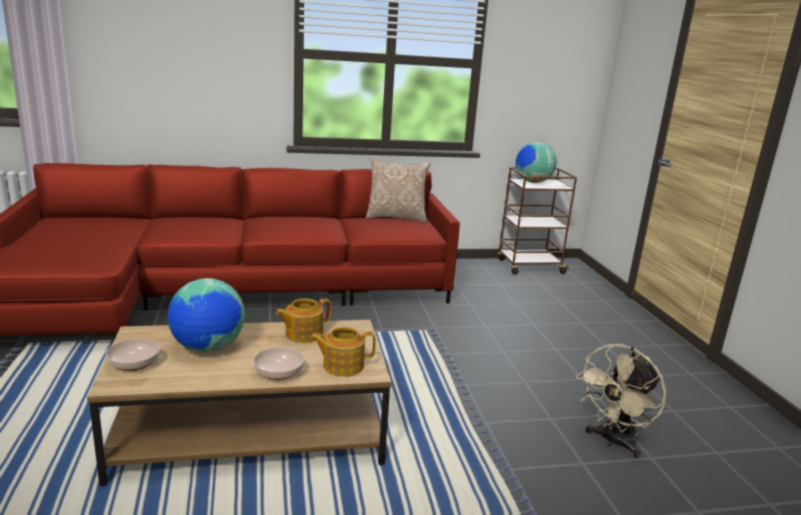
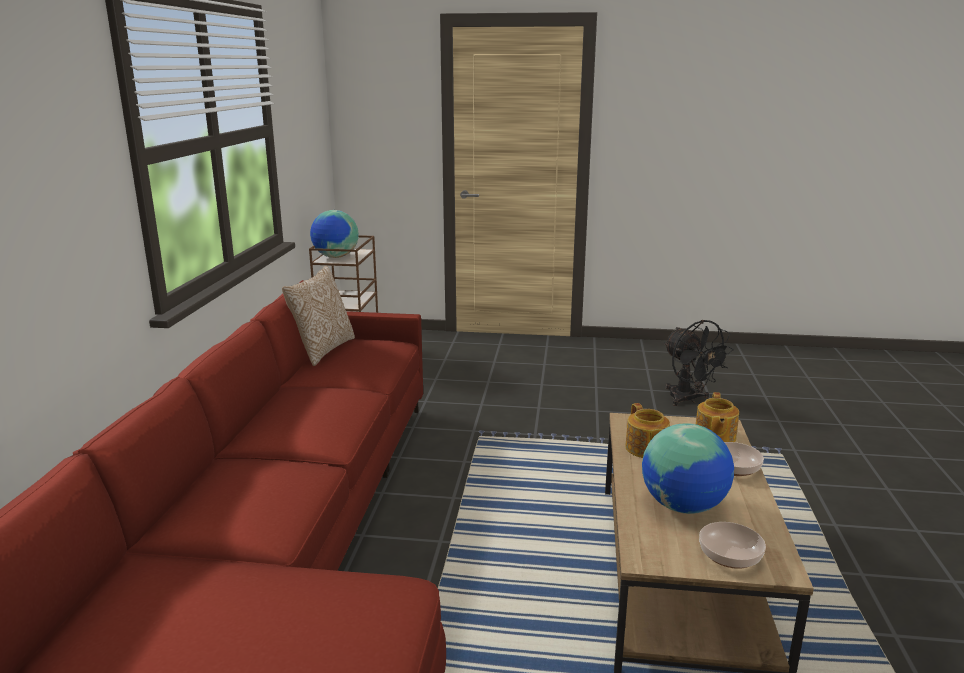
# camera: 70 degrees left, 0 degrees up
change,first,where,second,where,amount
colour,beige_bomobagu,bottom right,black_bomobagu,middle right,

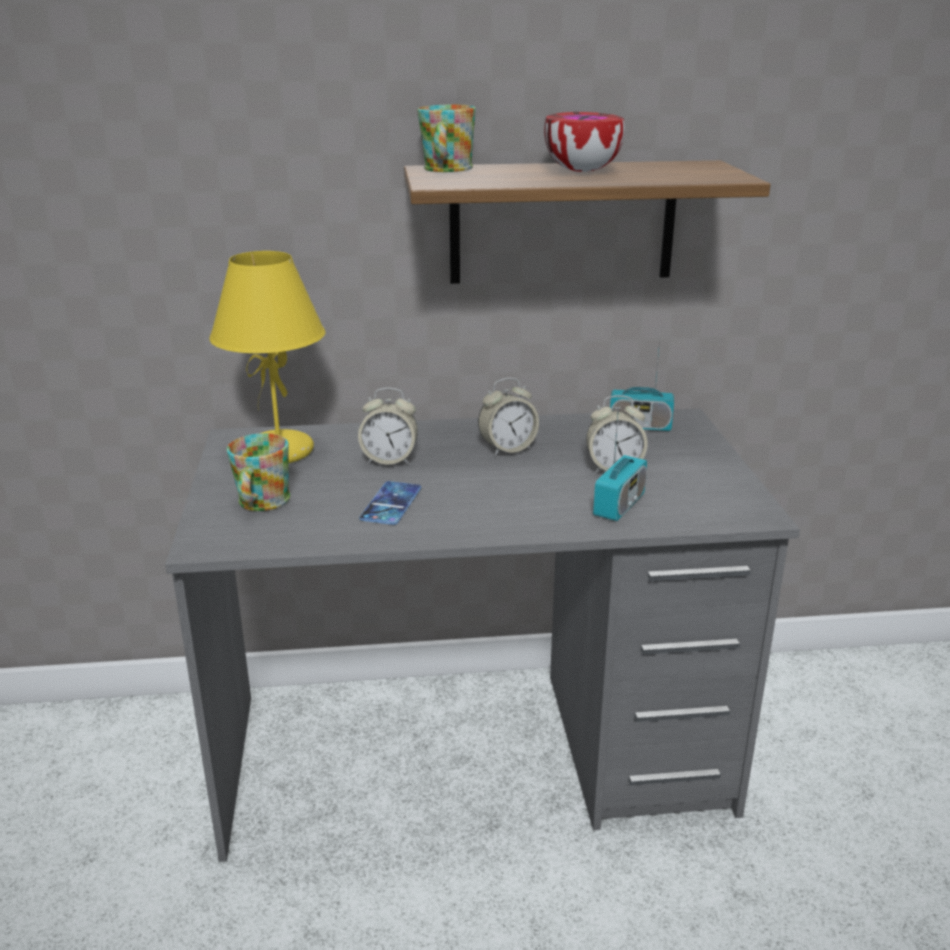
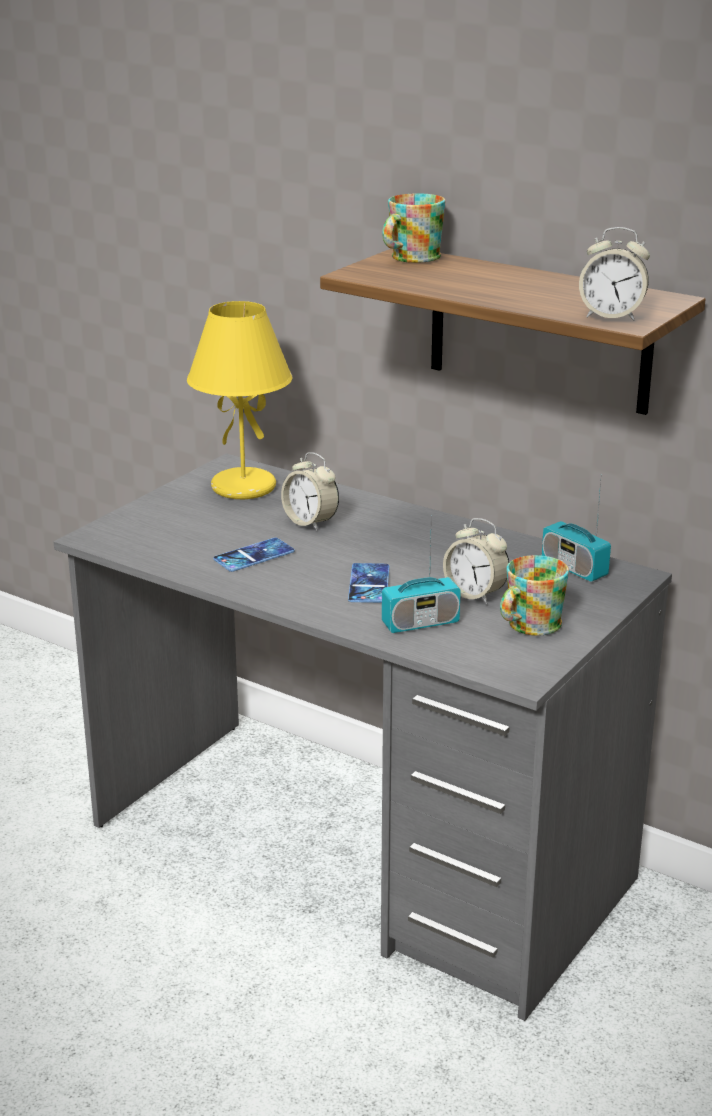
# camera: 40 degrees right, 0 degrees up
change,first,where,second,where,amount
missing,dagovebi,top centre,,,
appeared,,,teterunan (no. 2 from left),centre,
relocated,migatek (no. 1 from left in the first image),middle left,migatek (no. 2 from left),middle right,
relocated,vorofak (no. 2 from left in the first image),centre,vorofak (no. 3 from left),top right,

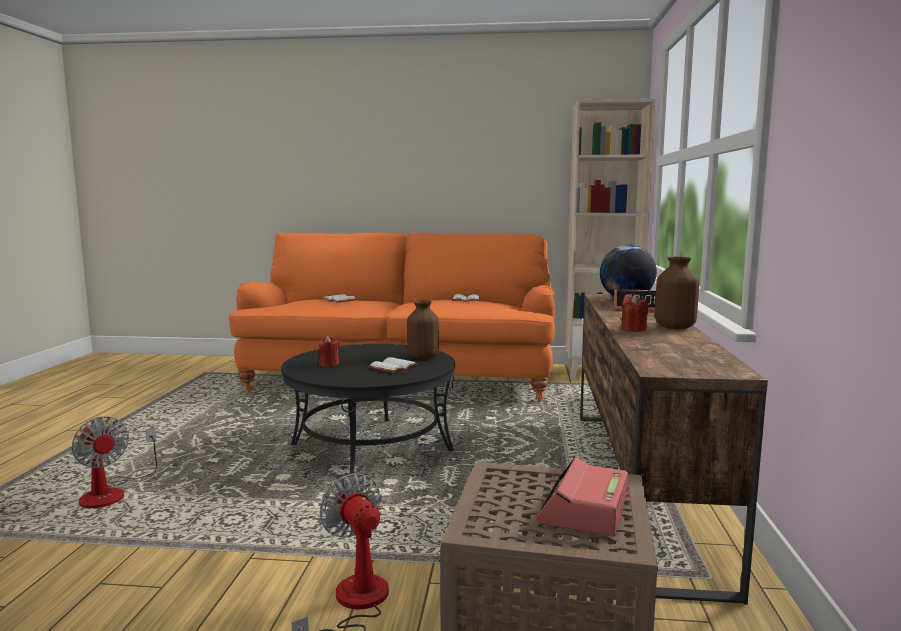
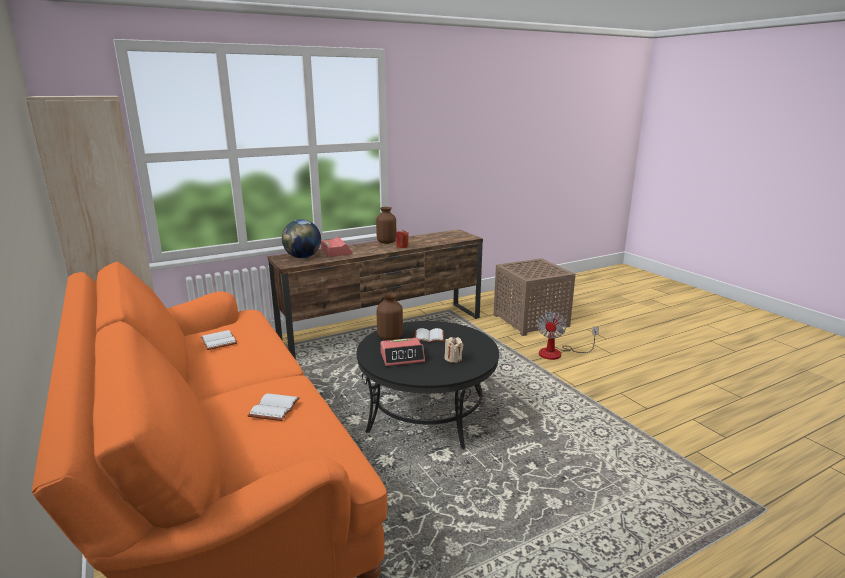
# camera: 125 degrees left, 10 degrees up
change,first,where,second,where,amount
missing,bomobagu (no. 1 from left),bottom left,,,
relocated,vorofak (no. 1 from left in the first image),bottom centre,vorofak (no. 2 from left),centre,
colour,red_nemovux (no. 1 from left),centre,beige_nemovux,centre,

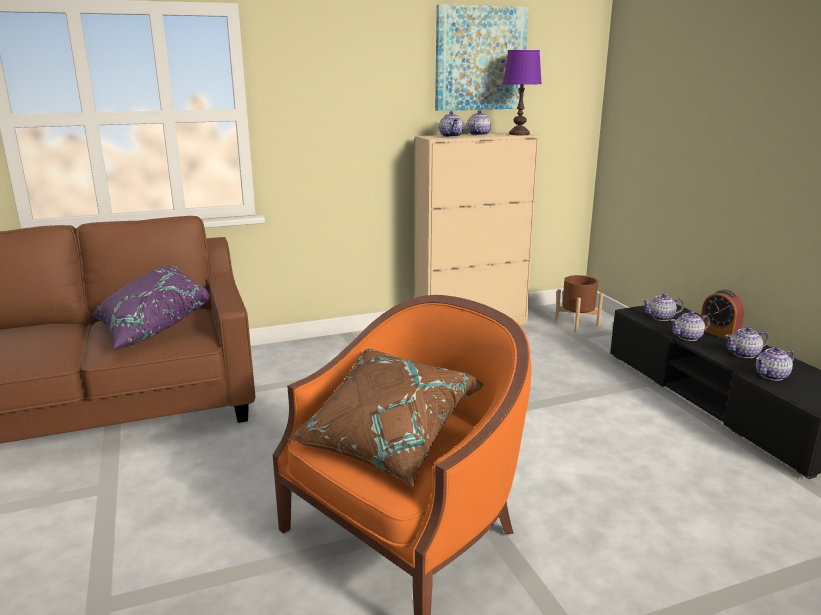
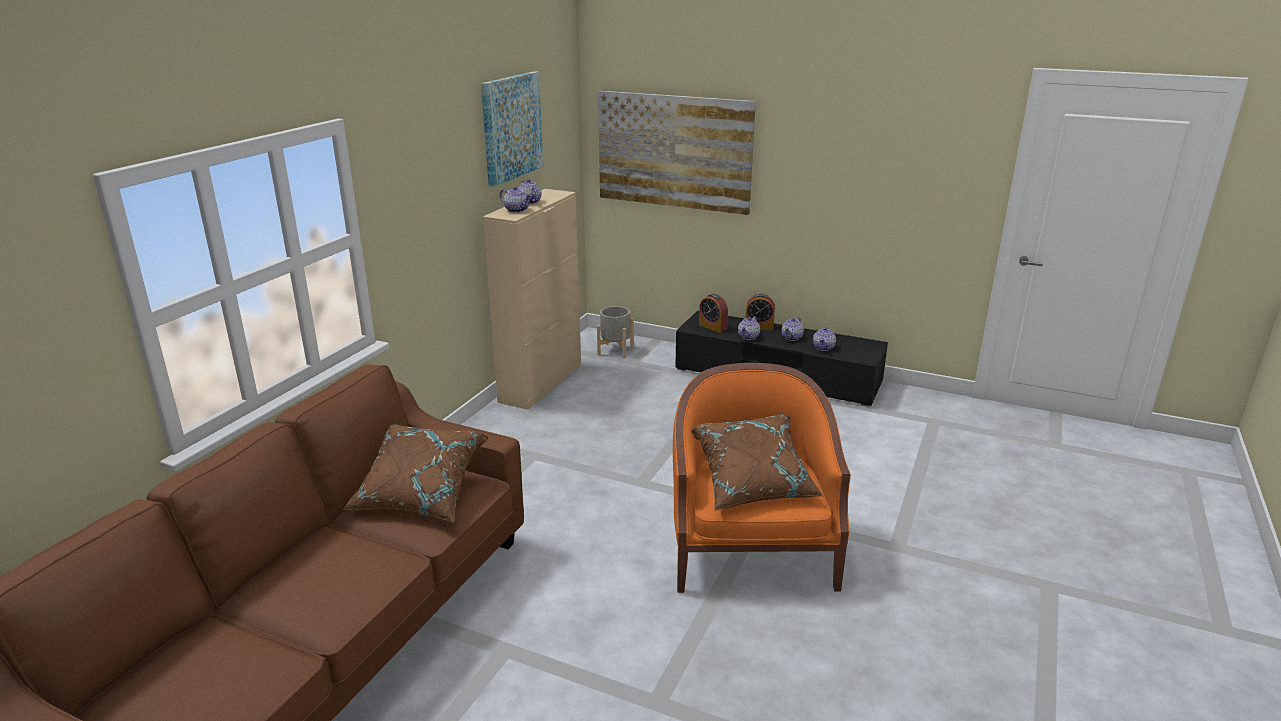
# camera: 45 degrees left, 5 degrees up
change,first,where,second,where,amount
missing,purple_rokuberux,top centre,,,
appeared,,,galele (no. 2 from left),top centre,
exchanged,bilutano (no. 3 from left),middle right,vorofak (no. 1 from left),centre,
colour,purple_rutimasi,middle left,brown_rutimasi (no. 1 from left),middle left,
colour,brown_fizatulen,middle right,grey_fizatulen,centre,

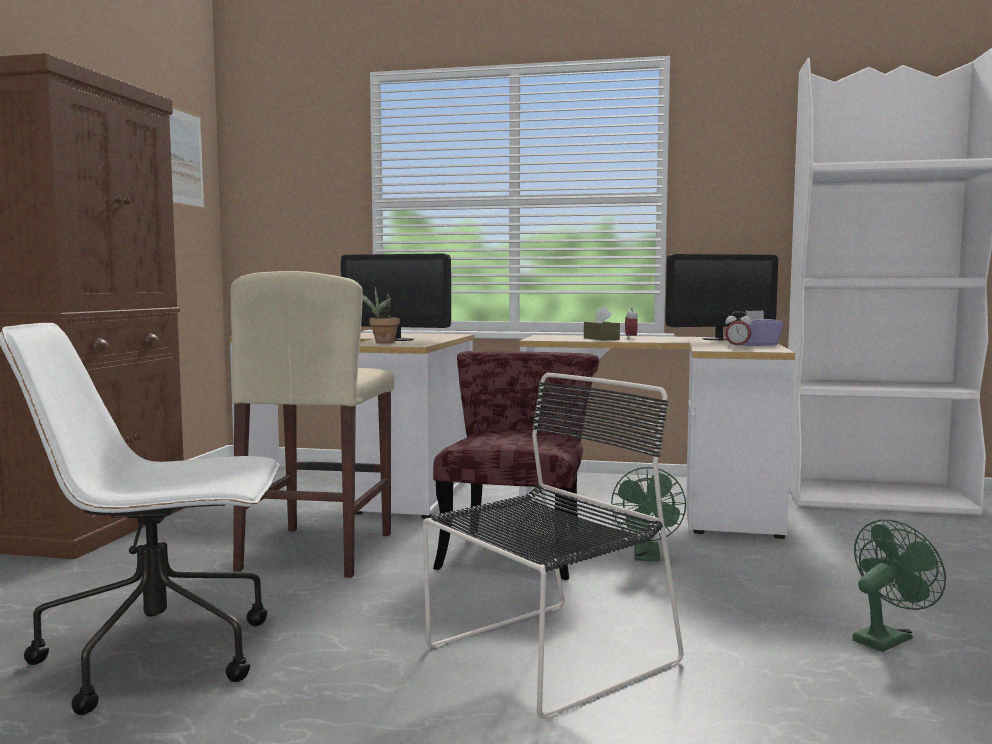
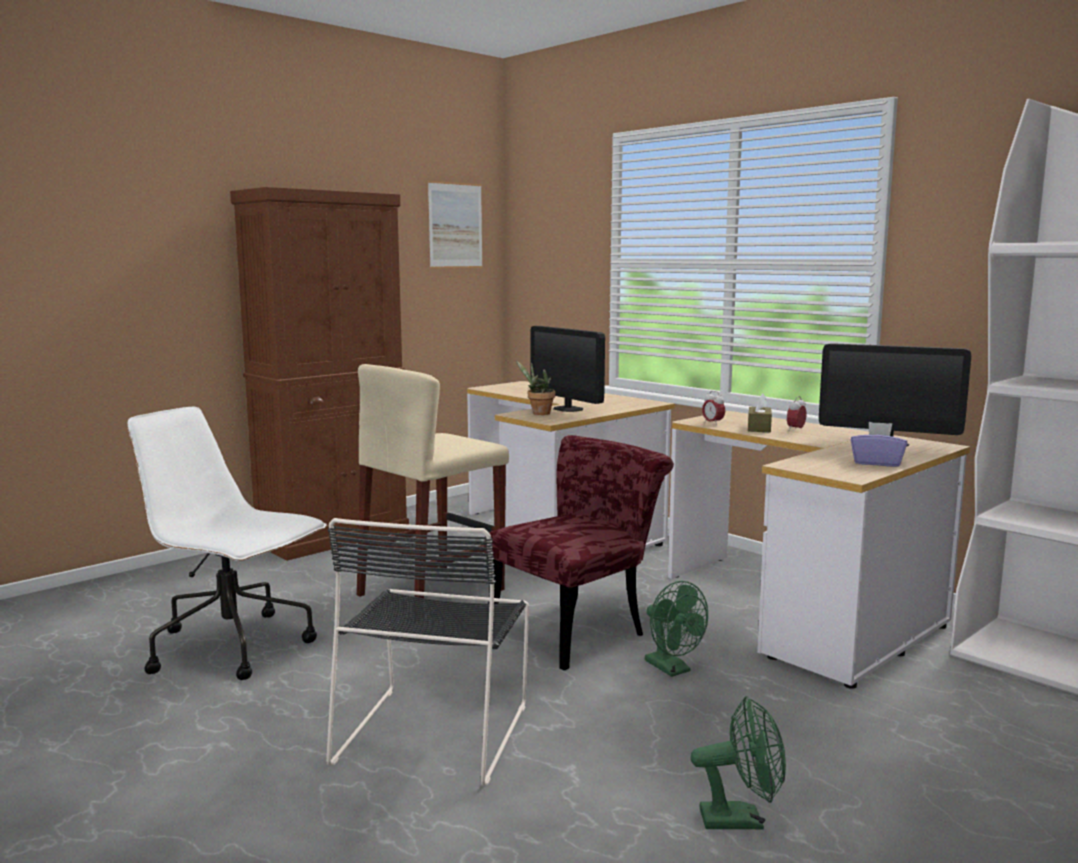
# camera: 35 degrees right, 5 degrees up
change,first,where,second,where,amount
relocated,vorofak (no. 2 from left in the first image),middle right,vorofak (no. 1 from left),centre,
spun,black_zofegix,bottom centre,,bottom centre,105 degrees clockwise
spun,green_bomobagu (no. 1 from left),bottom centre,,bottom centre,75 degrees counterclockwise

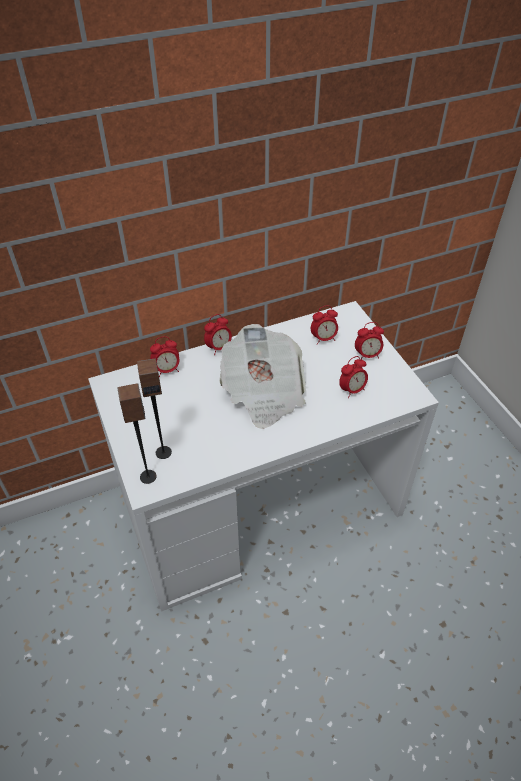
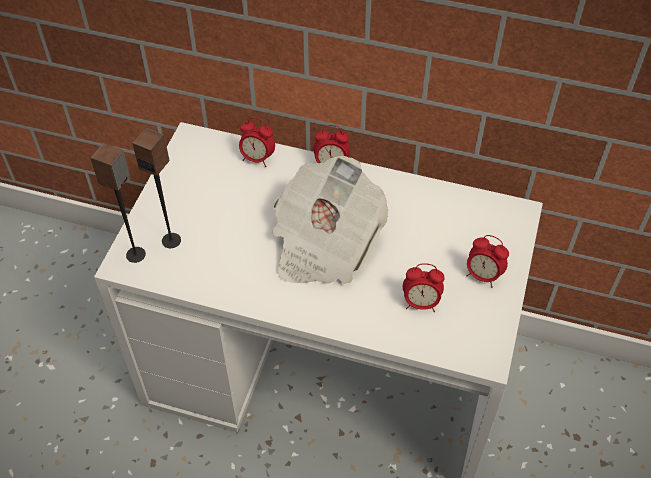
# camera: 40 degrees right, 5 degrees up
change,first,where,second,where,amount
missing,vorofak (no. 3 from left),centre,,,

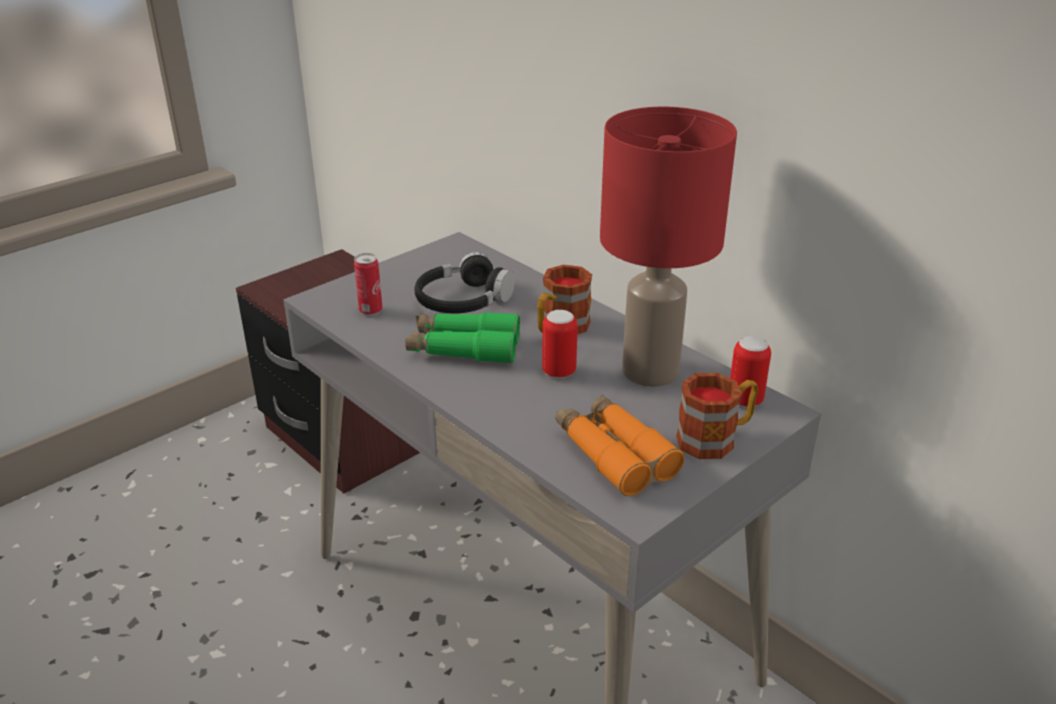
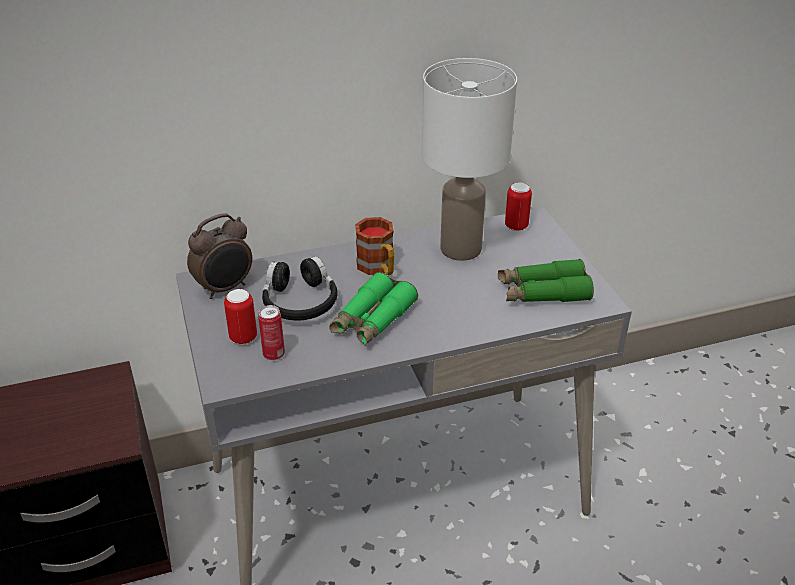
# camera: 65 degrees left, 5 degrees up
change,first,where,second,where,amount
missing,migatek (no. 2 from left),middle right,,,
appeared,,,vorofak,middle left,
relocated,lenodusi (no. 2 from left in the first image),centre,lenodusi (no. 1 from left),middle left,
colour,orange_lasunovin,centre,green_lasunovin (no. 2 from left),middle right,
colour,red_rokuberux,centre,white_rokuberux,top centre,

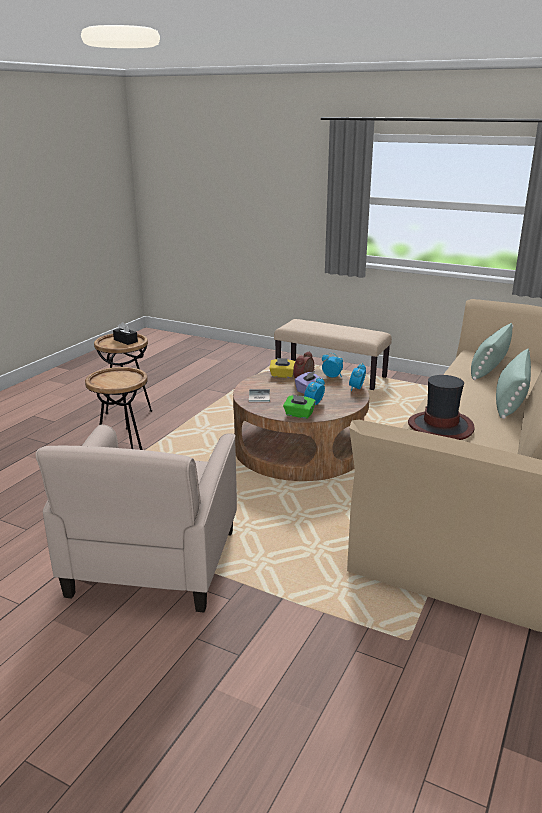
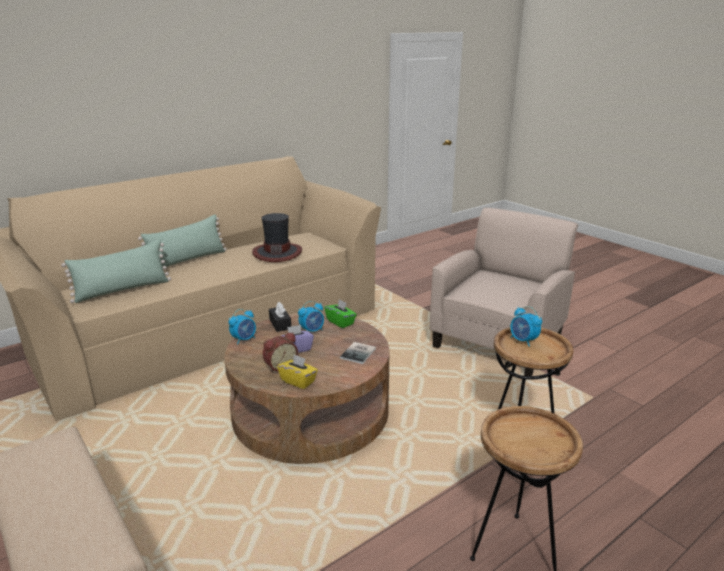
# camera: 155 degrees left, 0 degrees up
change,first,where,second,where,amount
relocated,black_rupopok,middle left,,centre,
relocated,vorofak (no. 3 from left in the first image),centre,vorofak (no. 4 from left),middle right,

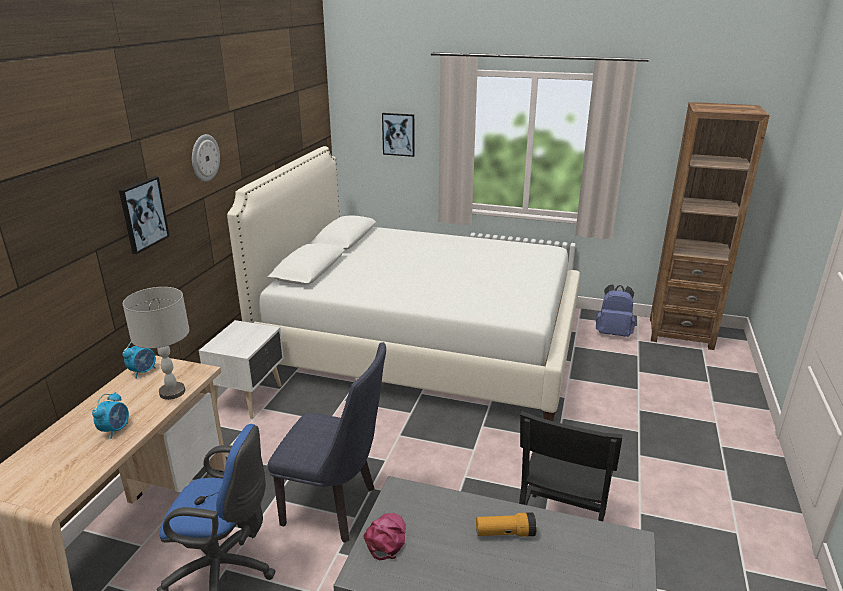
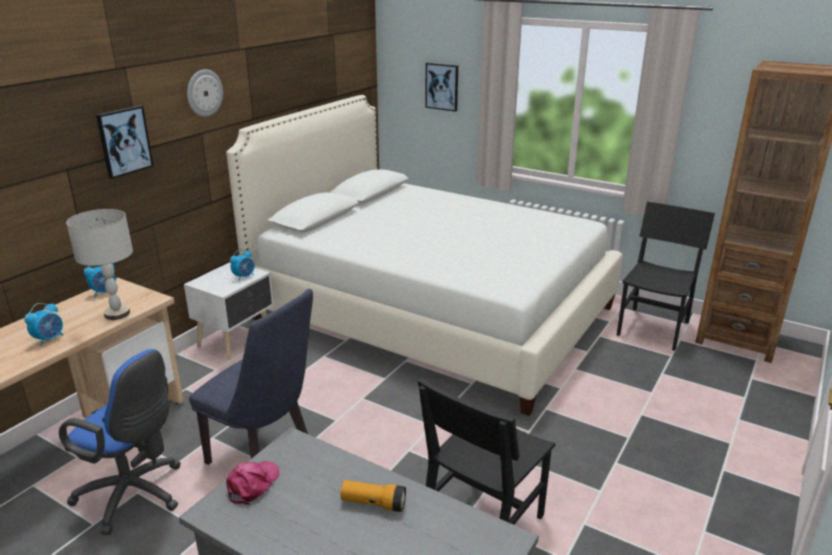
# camera: 15 degrees right, 0 degrees up
change,first,where,second,where,amount
appeared,,,vorofak (no. 3 from left),middle left,
exchanged,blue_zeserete,middle right,black_zofegix (no. 2 from left),middle right,

